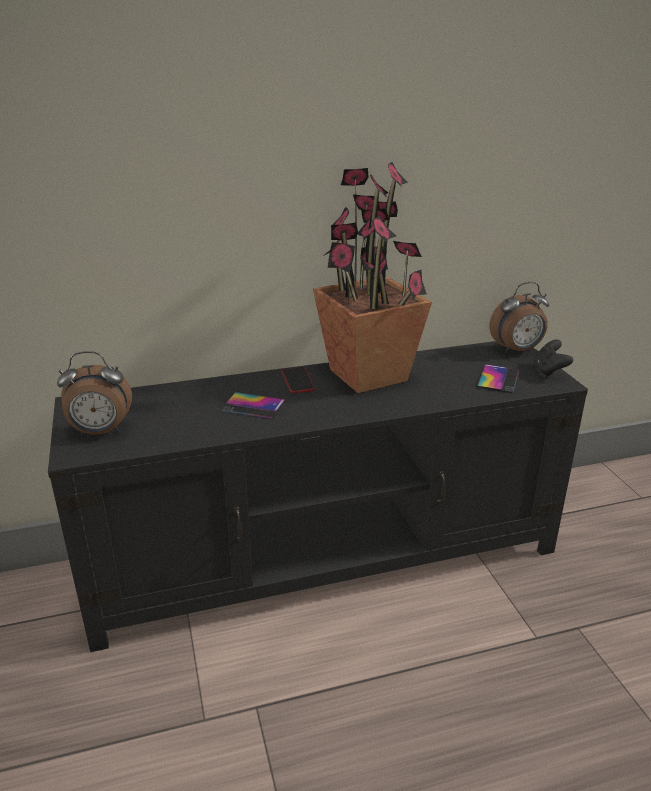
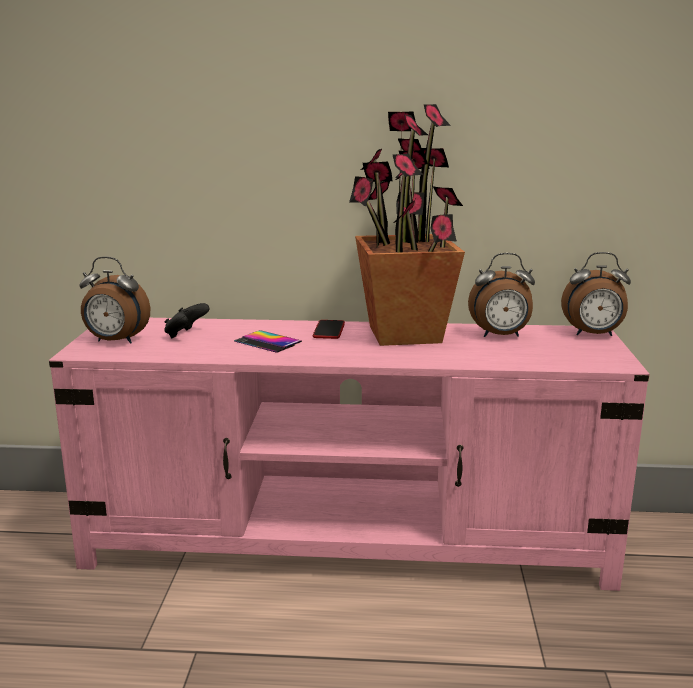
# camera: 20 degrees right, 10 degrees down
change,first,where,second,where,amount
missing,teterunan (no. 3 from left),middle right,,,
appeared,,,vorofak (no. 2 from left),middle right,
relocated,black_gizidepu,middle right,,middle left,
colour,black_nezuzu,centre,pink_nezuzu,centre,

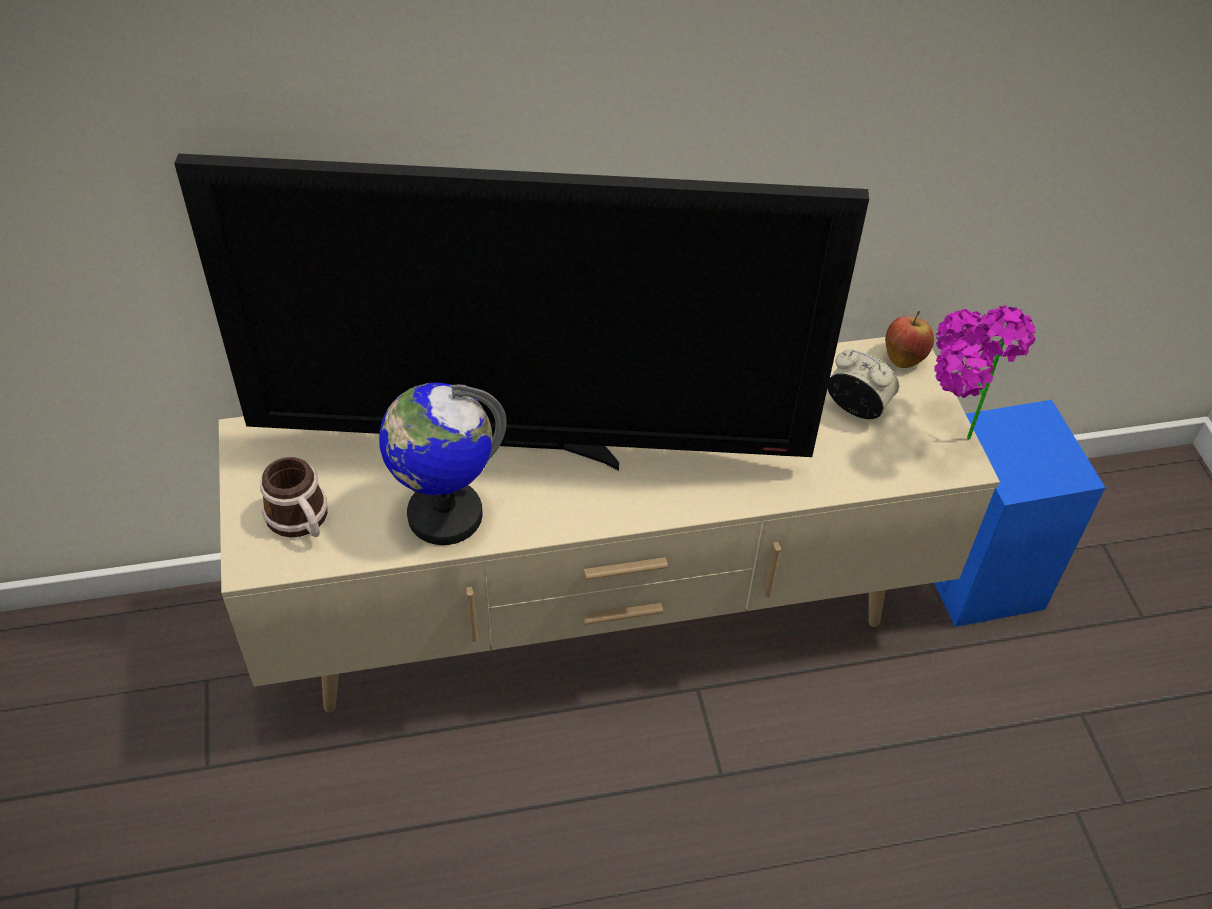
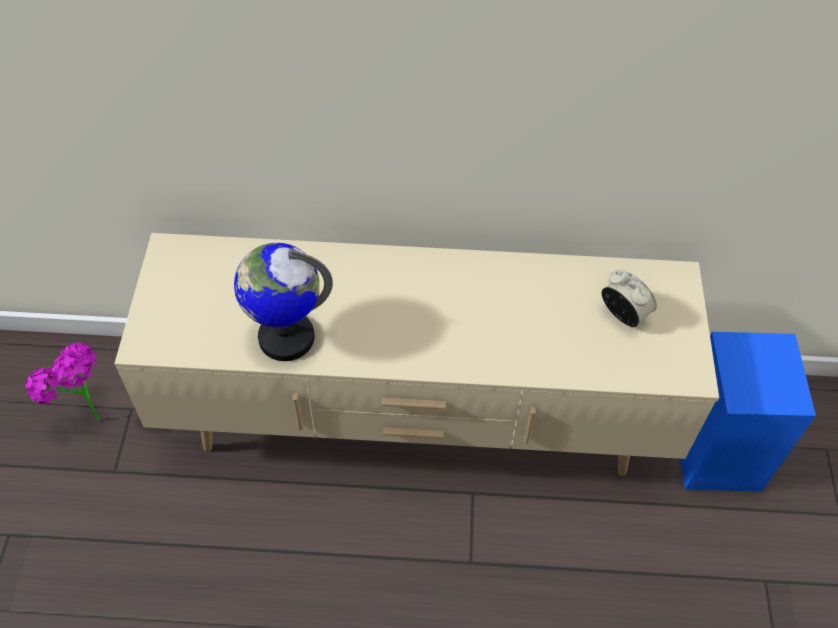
# camera: 15 degrees right, 5 degrees up
change,first,where,second,where,amount
missing,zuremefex,centre,,,
missing,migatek,middle left,,,
missing,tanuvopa,middle right,,,
relocated,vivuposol,middle right,,middle left,

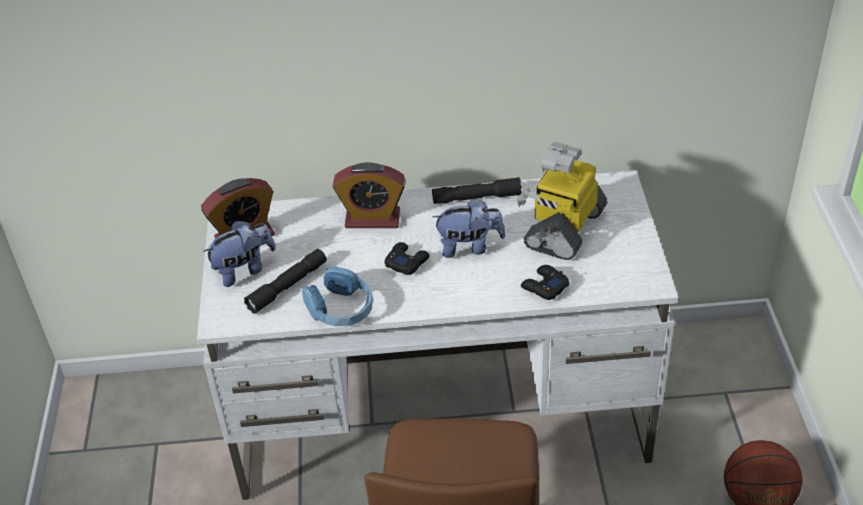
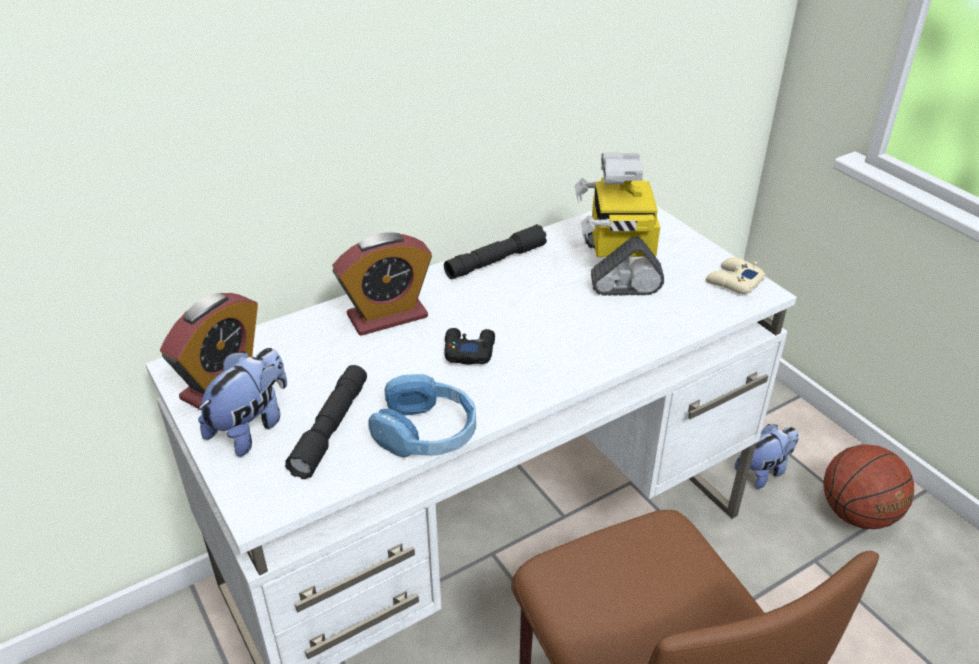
# camera: 30 degrees left, 5 degrees down
change,first,where,second,where,amount
missing,black_gizidepu (no. 2 from left),centre,,,
appeared,,,beige_gizidepu,middle right,
relocated,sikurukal (no. 2 from left),centre,,bottom right,

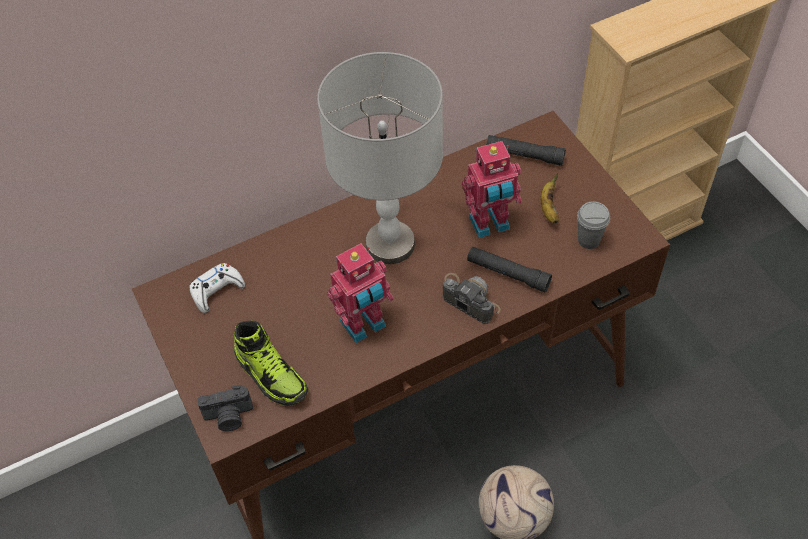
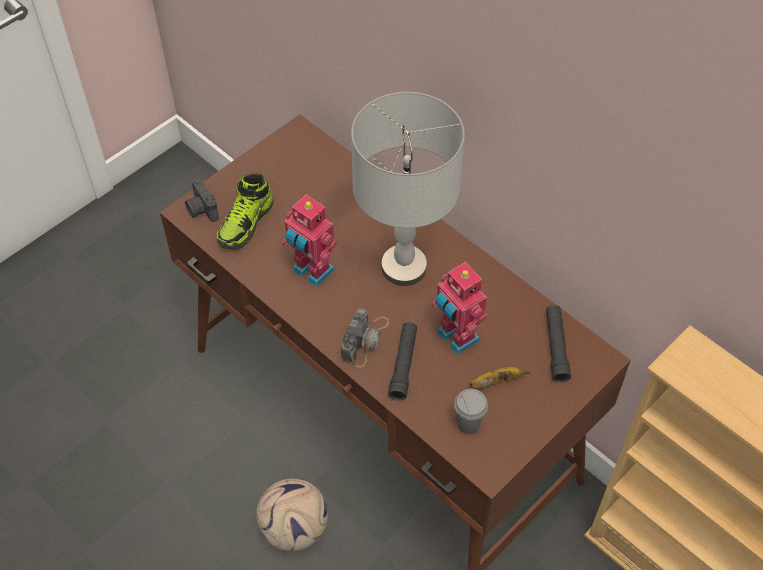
# camera: 70 degrees right, 0 degrees up
change,first,where,second,where,amount
missing,white_gizidepu,middle left,,,

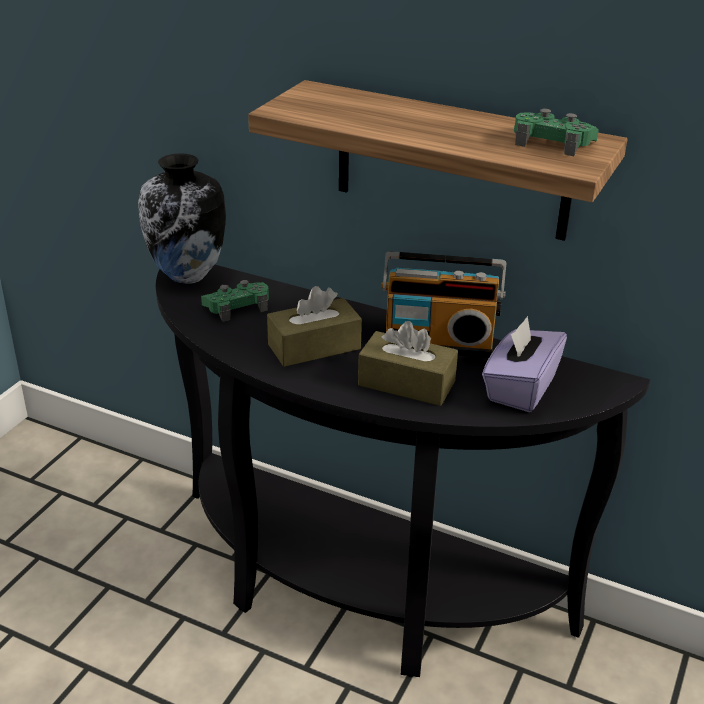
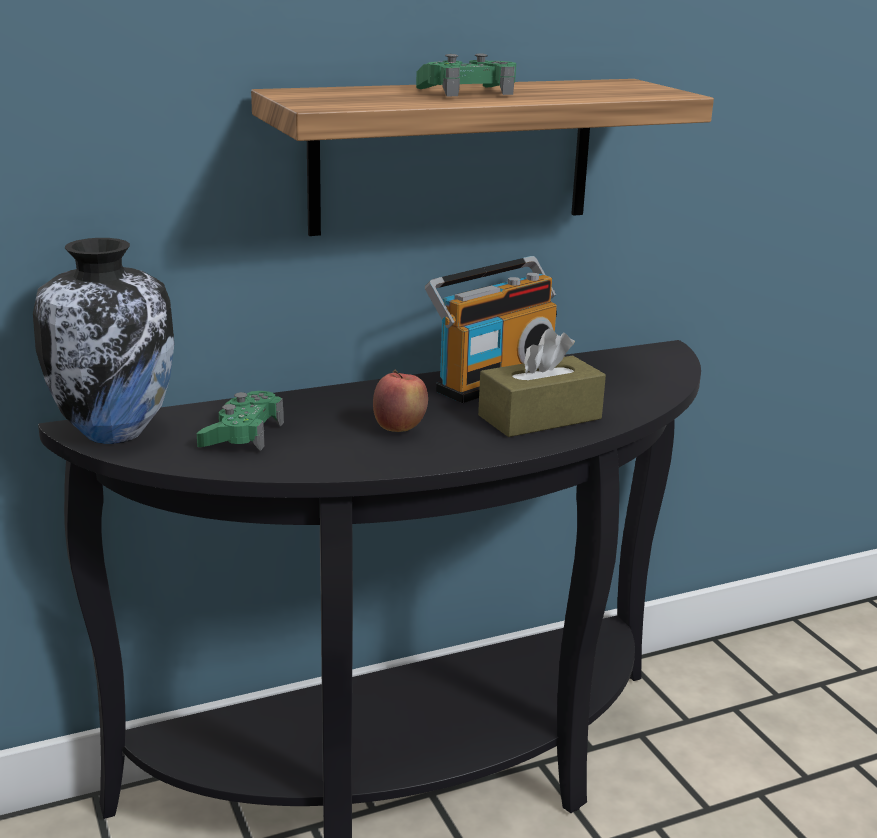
# camera: 50 degrees left, 10 degrees down
change,first,where,second,where,amount
missing,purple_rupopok,middle right,,,
relocated,green_gizidepu (no. 2 from left),top right,,top centre,
exchanged,brown_rupopok (no. 1 from left),centre,tanuvopa,centre,

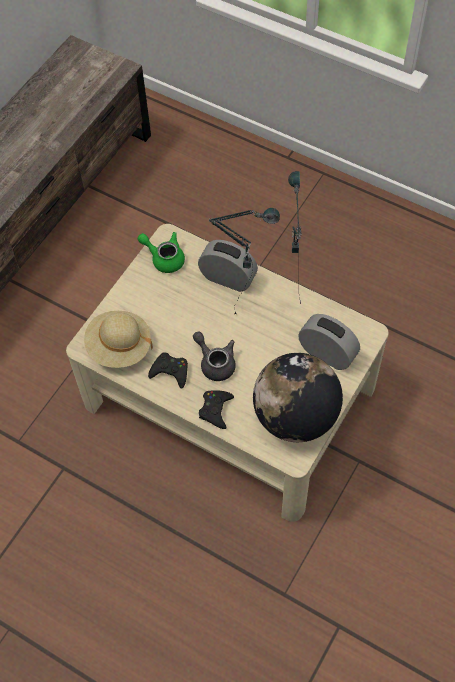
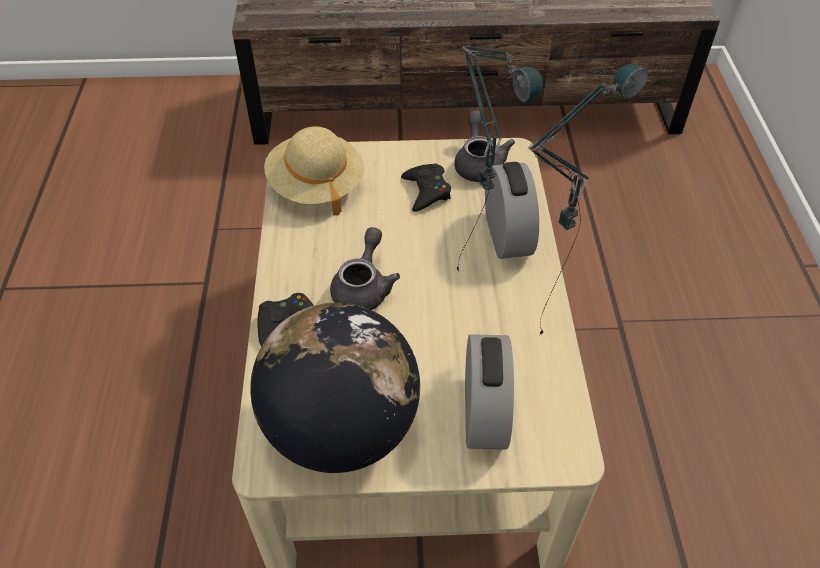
# camera: 55 degrees right, 10 degrees down
change,first,where,second,where,amount
relocated,black_gizidepu (no. 1 from left in the first image),centre,black_gizidepu (no. 2 from left),top centre,
colour,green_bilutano,centre,grey_bilutano (no. 2 from left),top centre,

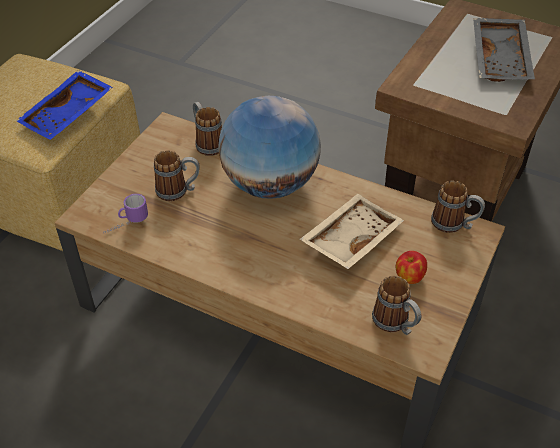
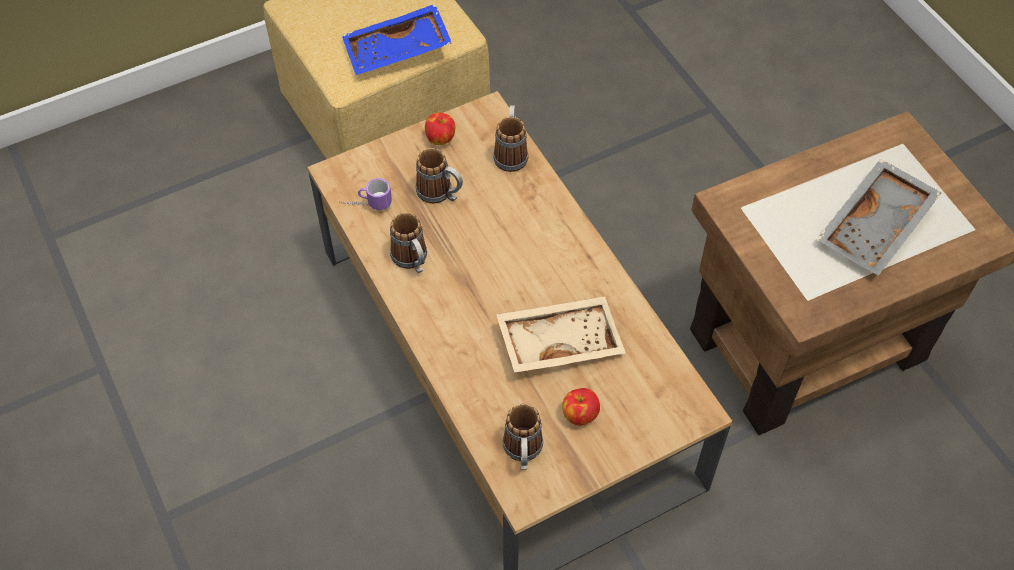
# camera: 35 degrees right, 10 degrees up
change,first,where,second,where,amount
missing,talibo,top centre,,,
appeared,,,tanuvopa (no. 1 from left),top centre,
relocated,migatek (no. 5 from left in the first image),middle right,migatek (no. 2 from left),centre,

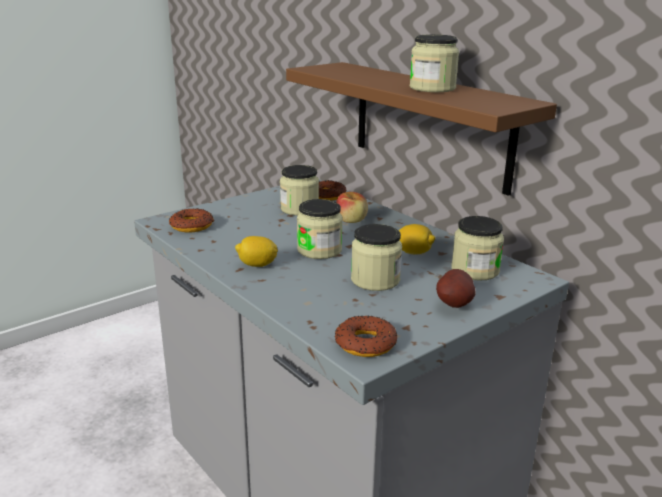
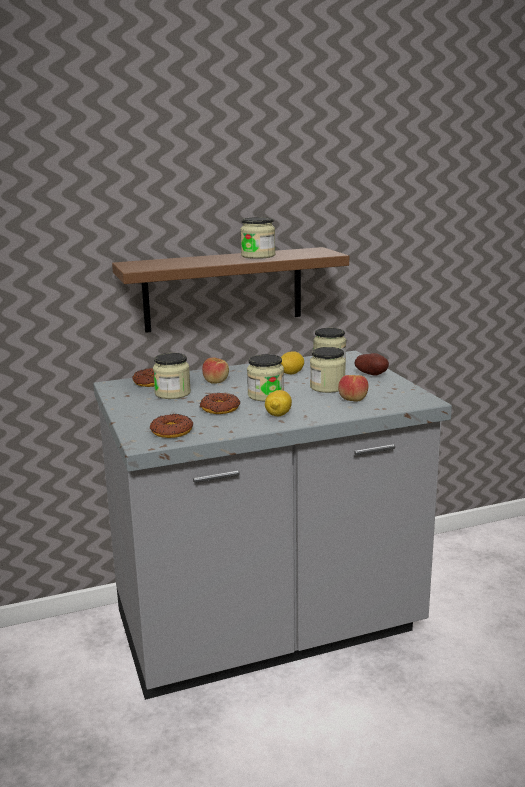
# camera: 70 degrees left, 5 degrees down
change,first,where,second,where,amount
appeared,,,tanuvopa (no. 2 from left),middle right,
relocated,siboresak (no. 3 from left),bottom centre,,centre,

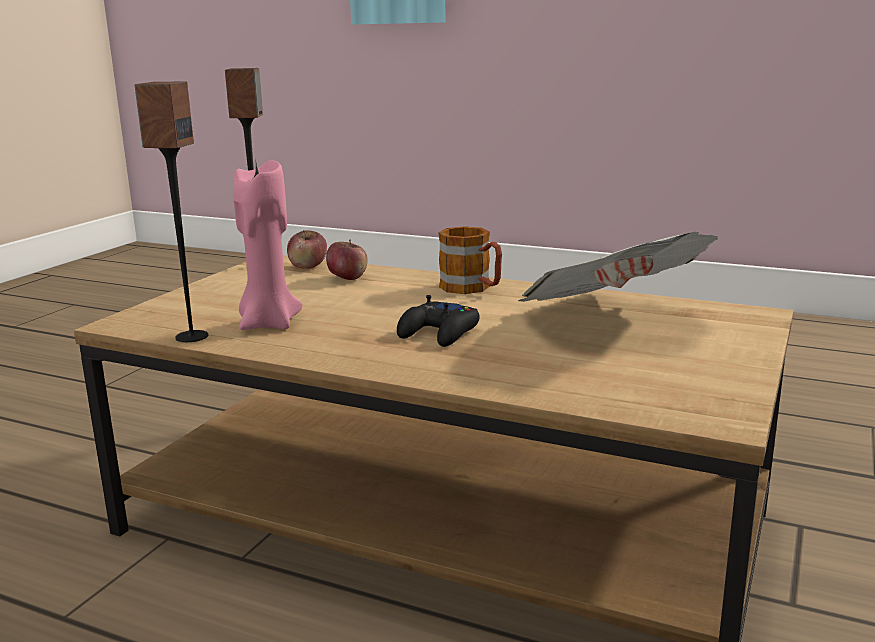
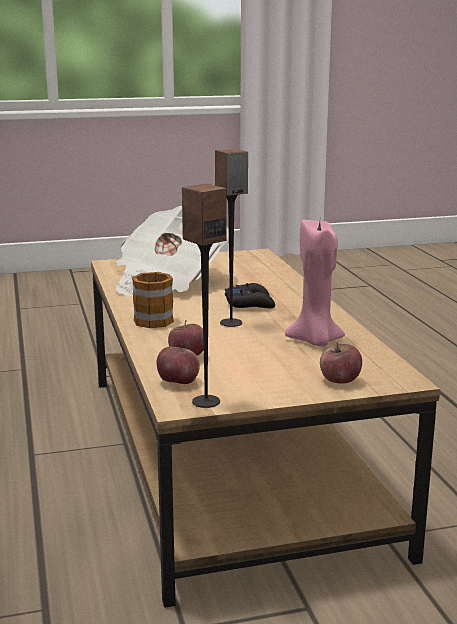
# camera: 130 degrees left, 0 degrees up
change,first,where,second,where,amount
appeared,,,tanuvopa (no. 3 from left),middle right,
relocated,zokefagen (no. 1 from left in the first image),top left,zokefagen (no. 2 from left),centre,

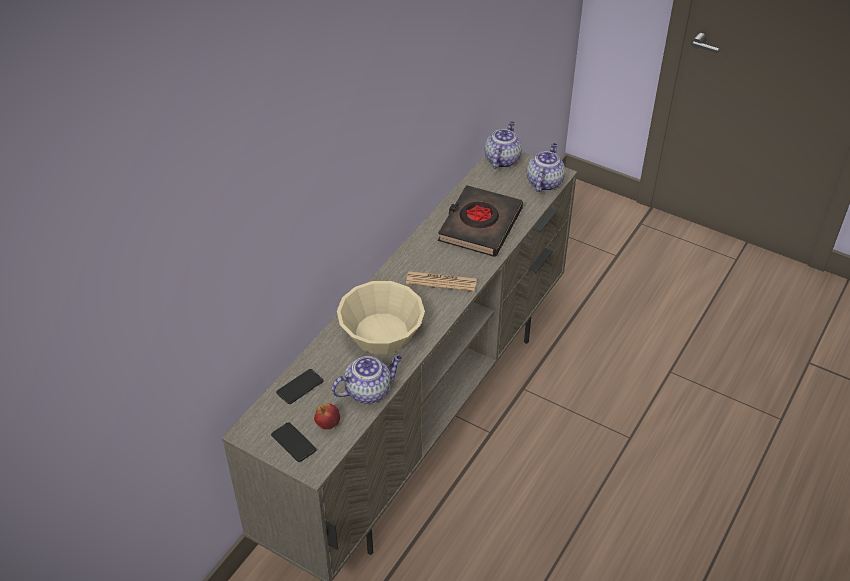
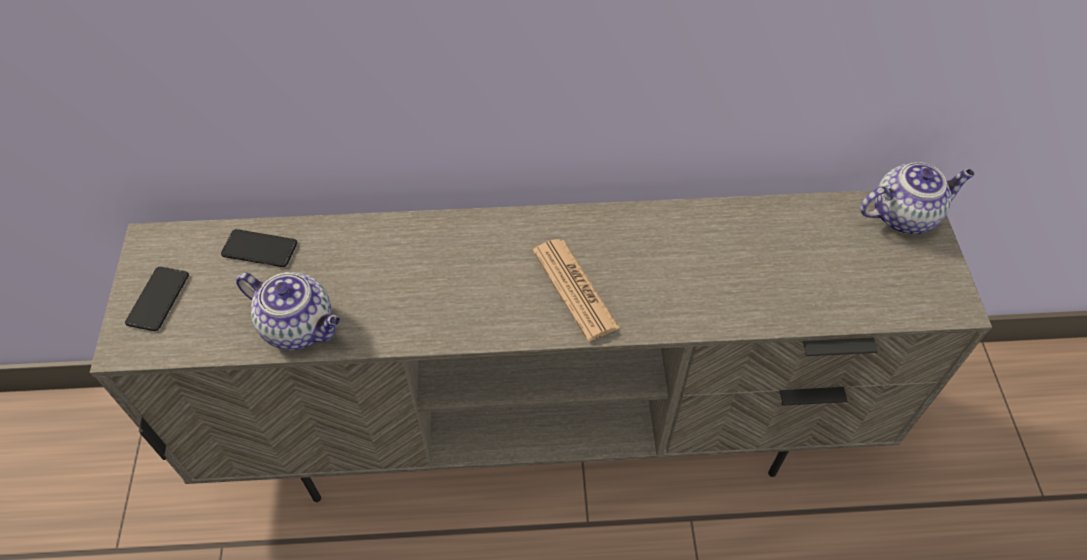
# camera: 55 degrees right, 10 degrees up
change,first,where,second,where,amount
missing,tanuvopa,bottom centre,,,
missing,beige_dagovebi,centre,,,
missing,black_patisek,centre,,,
missing,bilutano (no. 3 from left),top centre,,,

